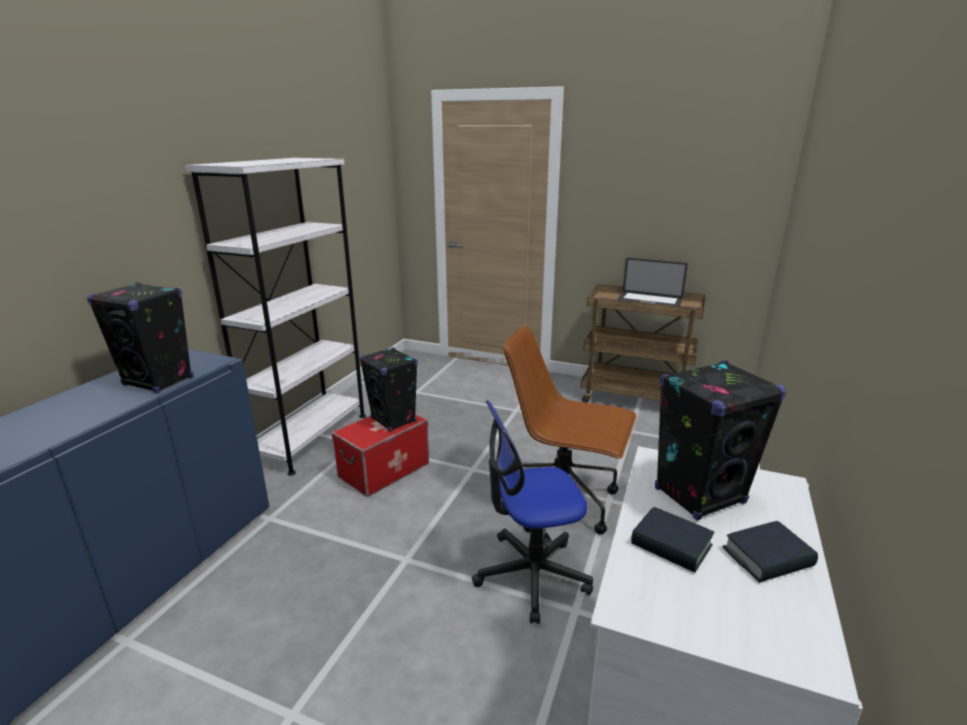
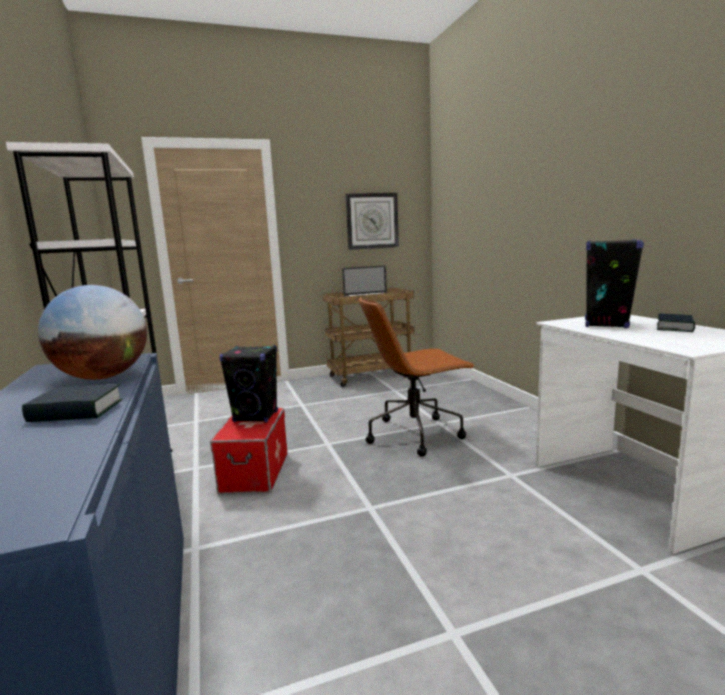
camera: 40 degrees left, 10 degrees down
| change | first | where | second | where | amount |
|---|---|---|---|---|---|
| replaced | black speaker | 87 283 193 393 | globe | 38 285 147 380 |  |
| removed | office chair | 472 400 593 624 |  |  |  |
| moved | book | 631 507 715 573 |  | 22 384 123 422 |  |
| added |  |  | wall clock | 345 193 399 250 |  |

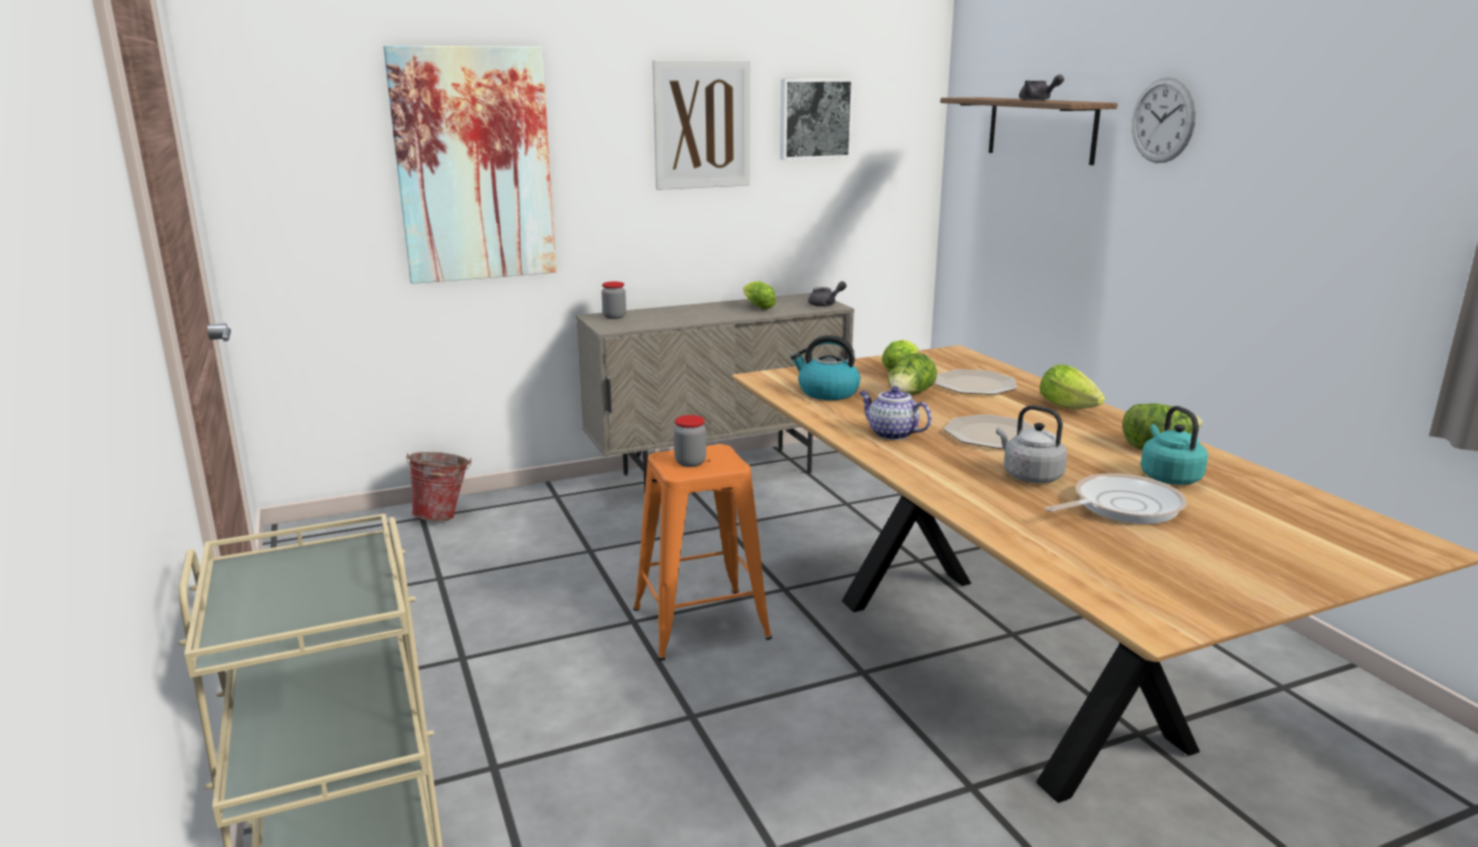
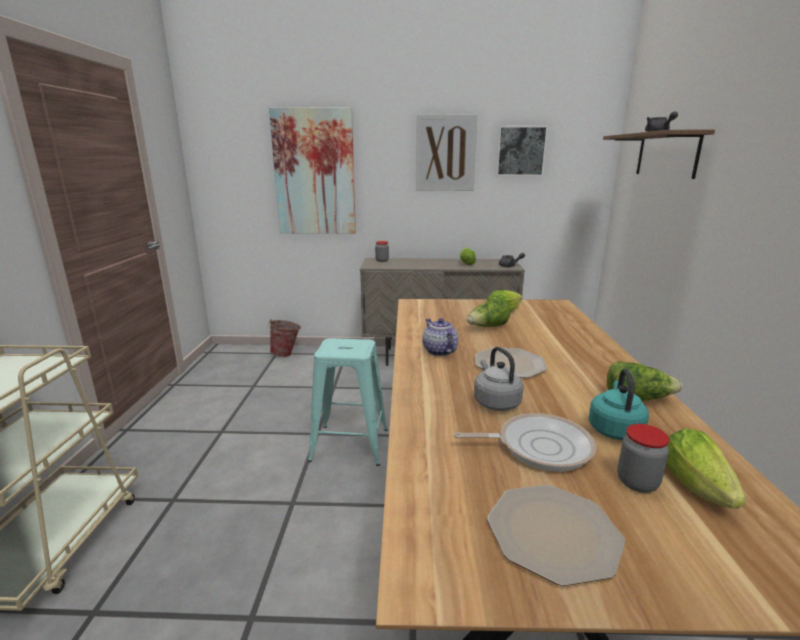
camera: 25 degrees right, 0 degrees up
| change | first | where | second | where | amount |
|---|---|---|---|---|---|
| removed | wall clock | 1132 77 1196 163 |  |  |  |
| removed | kettle | 791 335 860 400 |  |  |  |
| moved | lettuce | 1039 364 1105 409 |  | 666 428 746 509 |  |
| moved | plate | 935 369 1017 395 |  | 487 485 625 586 |  |
| moved | jar | 674 415 706 467 |  | 617 424 670 493 |  |
| recoloured | orange stool | 633 444 772 660 | turquoise stool | 308 338 388 466 |  |

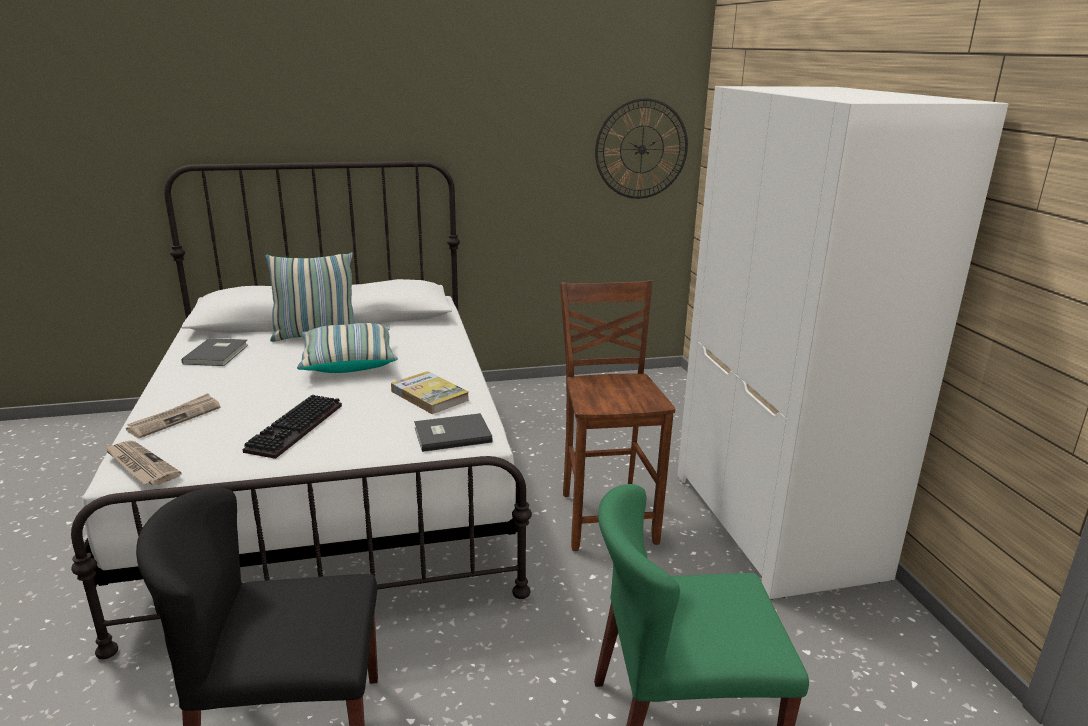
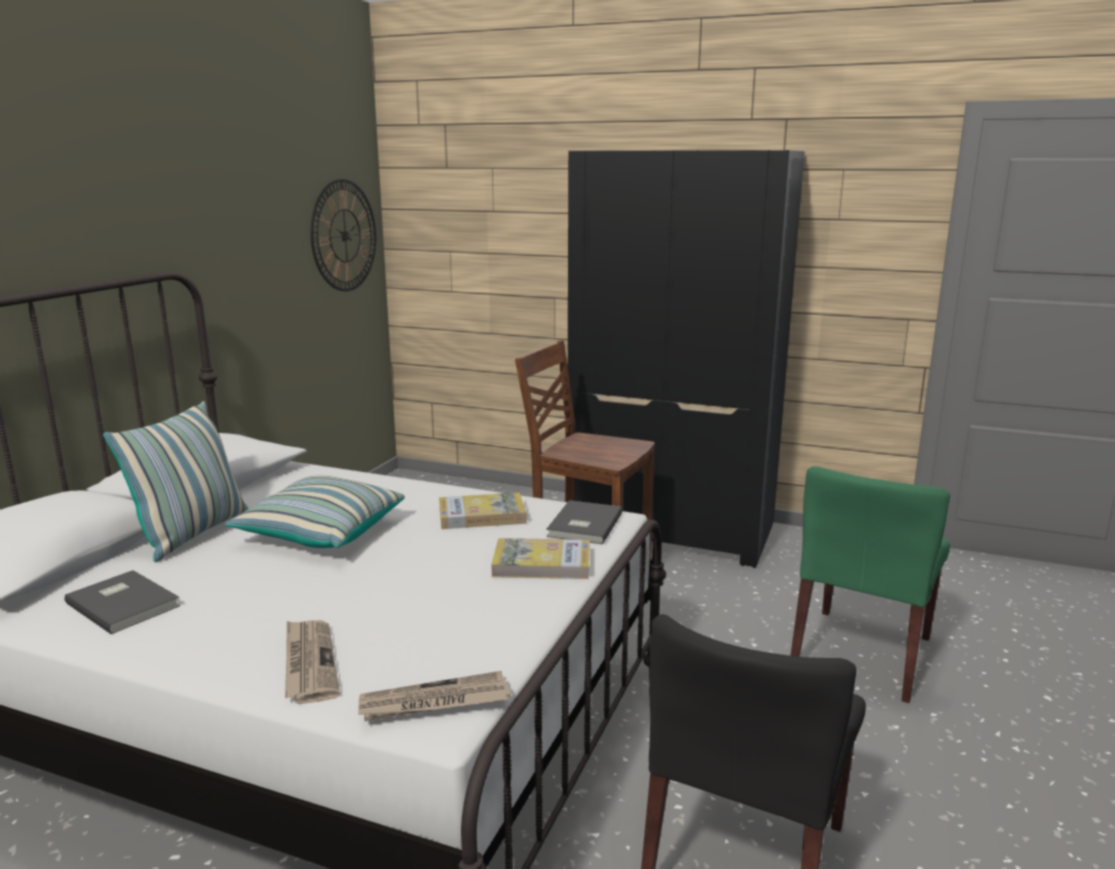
camera: 55 degrees left, 5 degrees down
| change | first | where | second | where | amount |
|---|---|---|---|---|---|
| recoloured | white wardrobe | 677 86 1008 600 | black wardrobe | 568 150 805 568 |  |
| removed | keyboard | 243 395 342 459 |  |  |  |
| added |  |  | book | 491 538 589 579 |  |

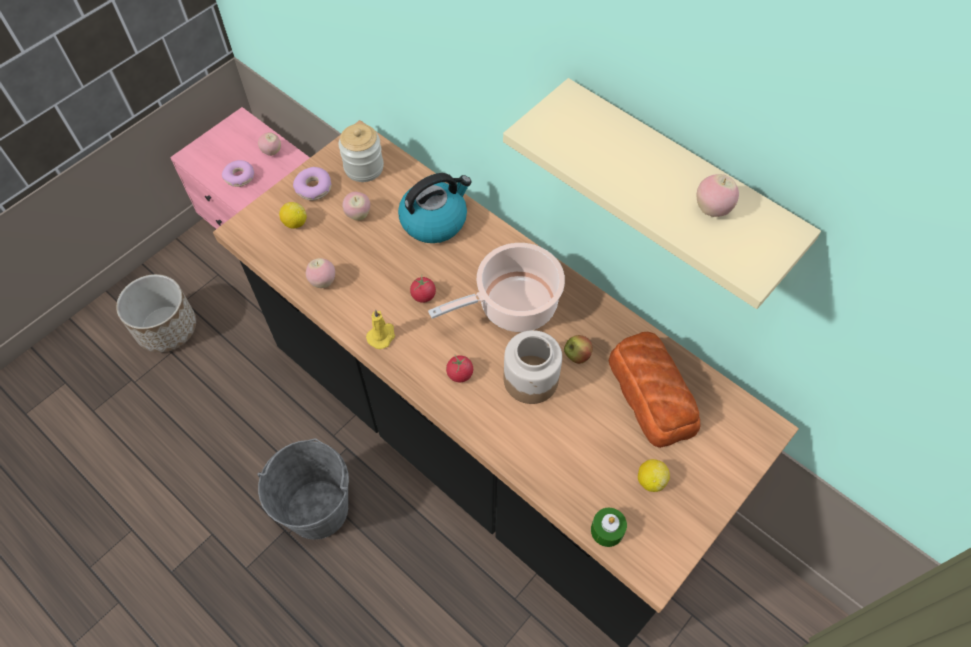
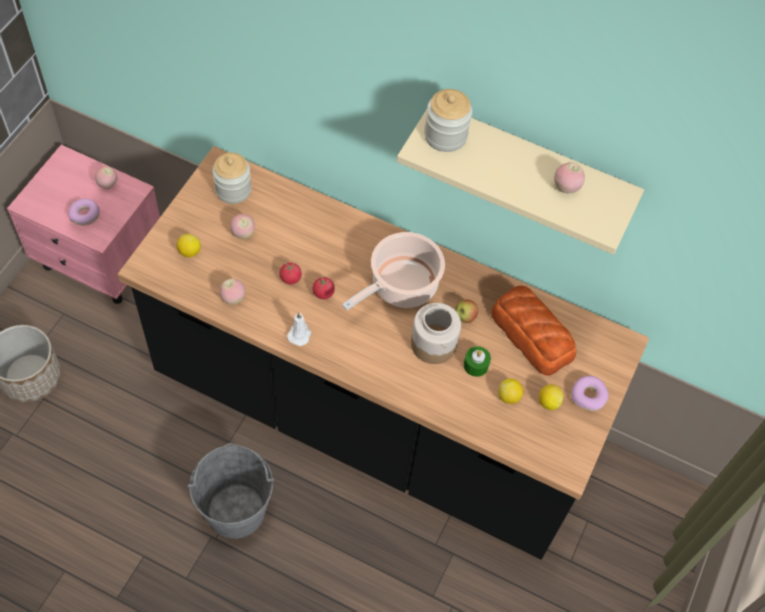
camera: 20 degrees left, 0 degrees up
| change | first | where | second | where | amount |
|---|---|---|---|---|---|
| moved | donut | 293 167 331 201 |  | 571 376 609 411 |  |
| removed | kettle | 398 173 472 243 |  |  |  |
| recoloured | yellow candle | 366 309 395 349 | white candle | 287 313 311 346 |  |
| moved | tomato | 446 354 473 382 |  | 279 262 302 284 |  |
| moved | green candle | 591 508 627 547 |  | 464 346 491 377 |  |
| added |  |  | jar | 424 89 472 152 |  |
| added |  |  | lemon | 498 379 523 404 |  |

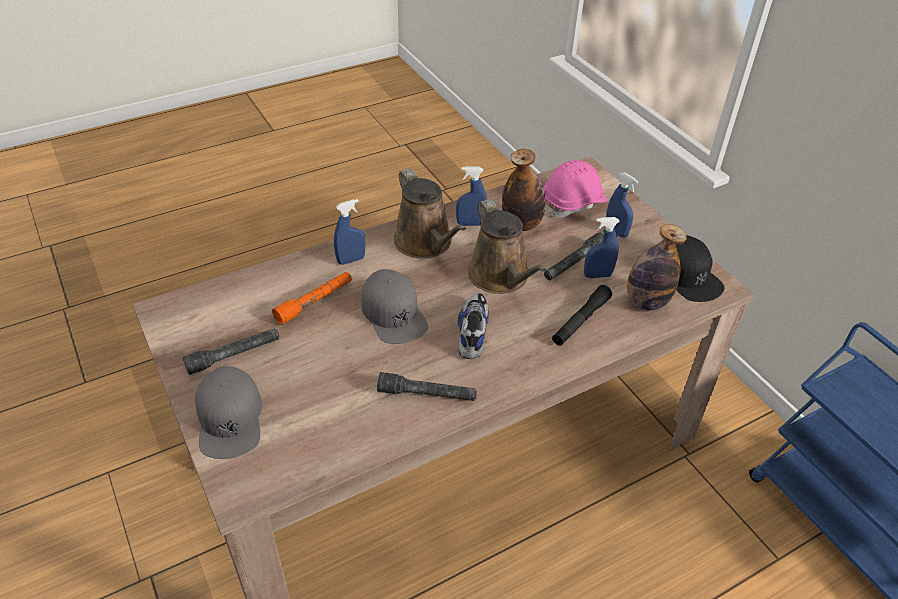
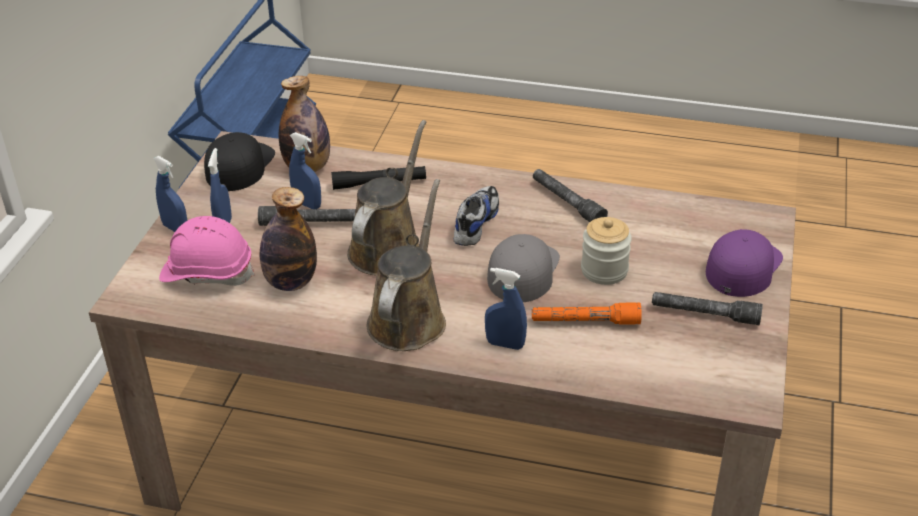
camera: 135 degrees left, 5 degrees down
| change | first | where | second | where | amount |
|---|---|---|---|---|---|
| moved | blue spray bottle | 456 167 487 226 |  | 153 156 187 232 |  |
| turned | shoe | 458 293 489 359 |  | 454 186 499 246 | 150 degrees clockwise |
| recoloured | grey cap | 195 366 262 459 | purple cap | 706 229 783 297 |  |
| added |  |  | jar | 581 217 632 285 |  |

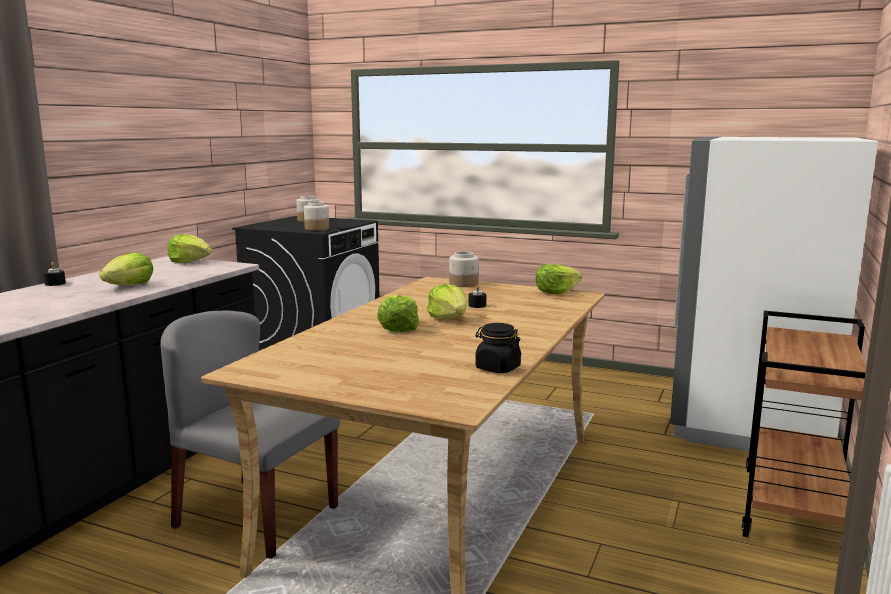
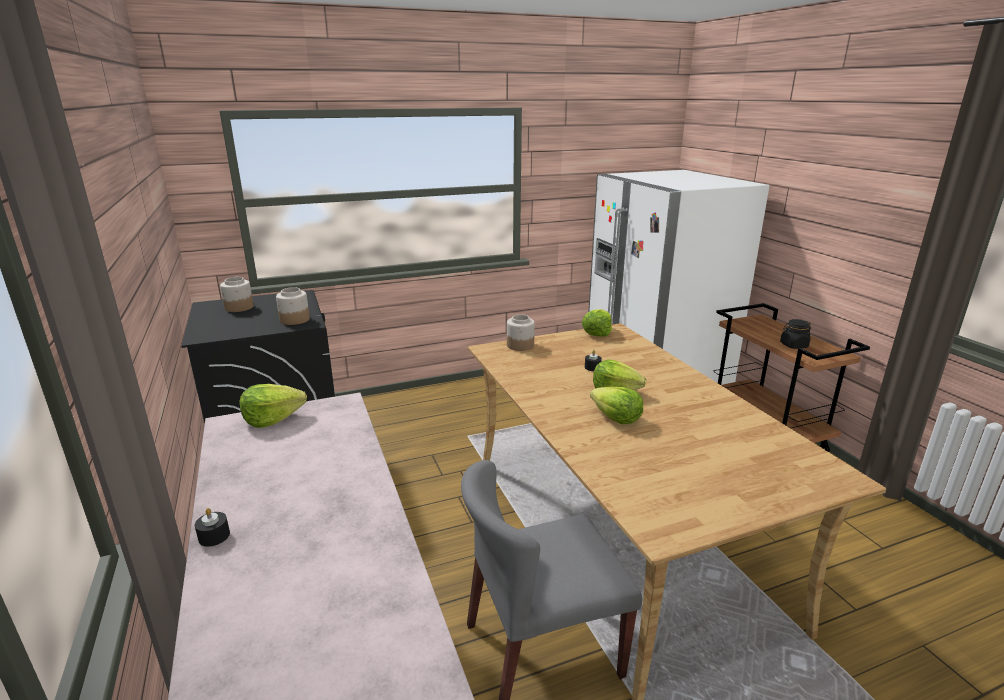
camera: 45 degrees left, 10 degrees up
| change | first | where | second | where | amount |
|---|---|---|---|---|---|
| removed | lettuce | 99 252 153 285 |  |  |  |
| moved | black jar | 475 323 521 373 |  | 780 319 811 349 |  |

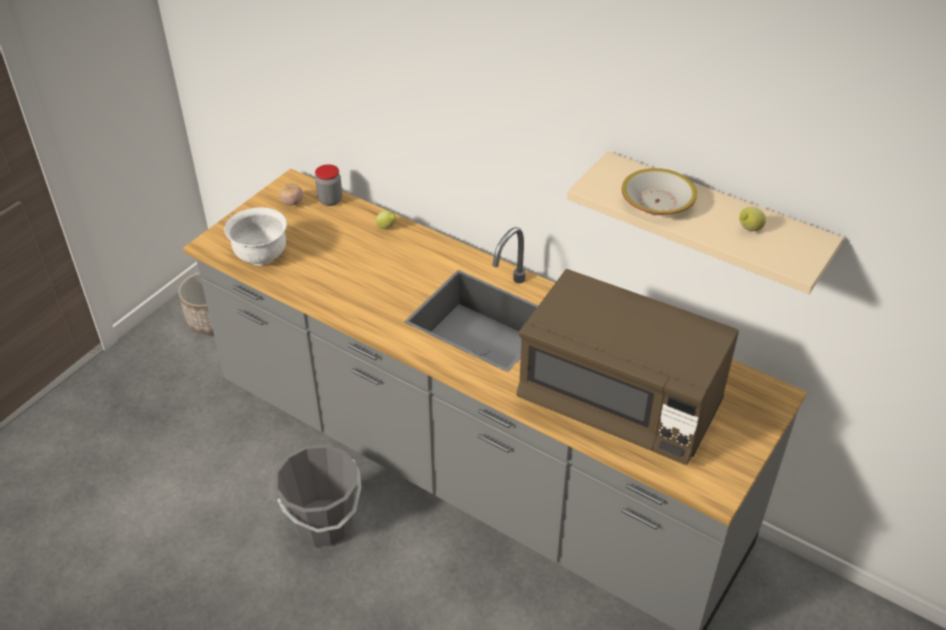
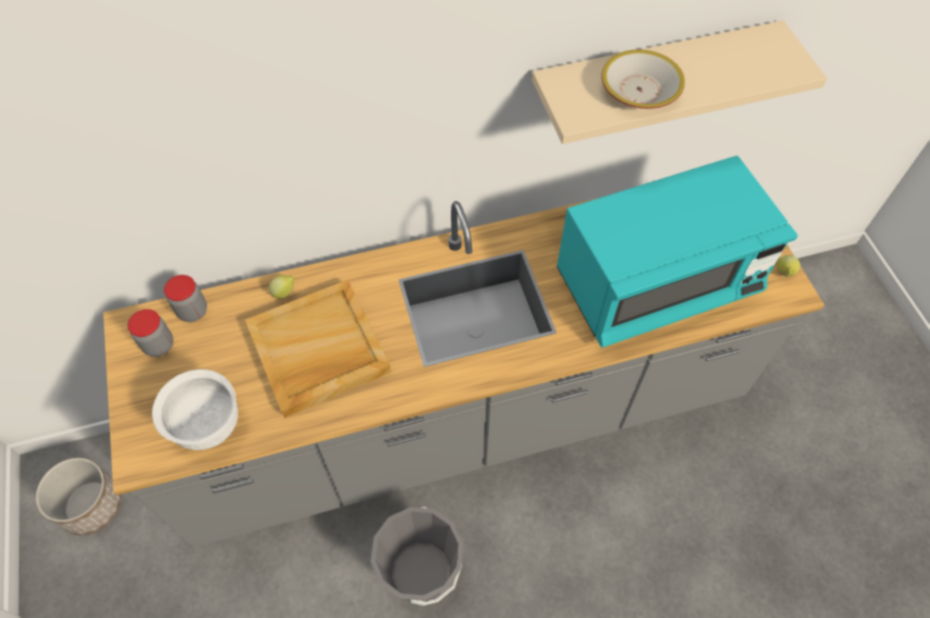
camera: 50 degrees left, 15 degrees up
| change | first | where | second | where | amount |
|---|---|---|---|---|---|
| replaced | tomato | 280 183 303 206 | jar | 127 309 173 357 |  |
| moved | lemon | 739 207 766 231 |  | 777 255 800 277 |  |
| recoloured | brown microwave | 517 269 739 465 | turquoise microwave | 557 156 798 348 |  |
| added |  |  | beige tray | 245 280 391 418 |  |

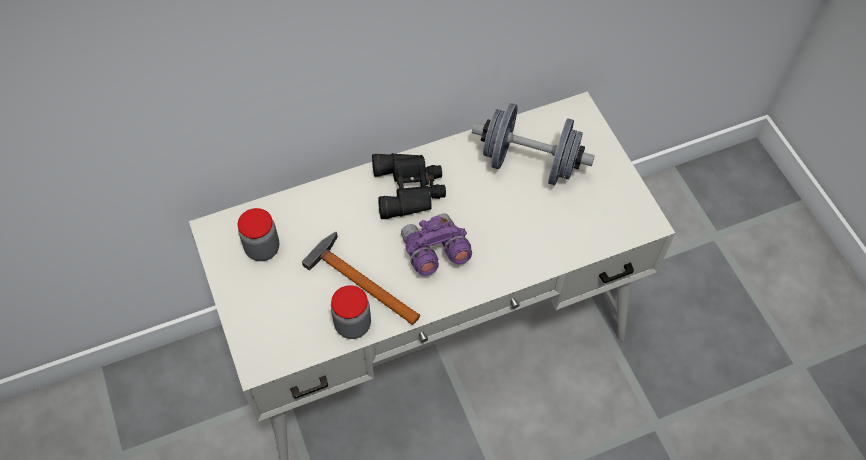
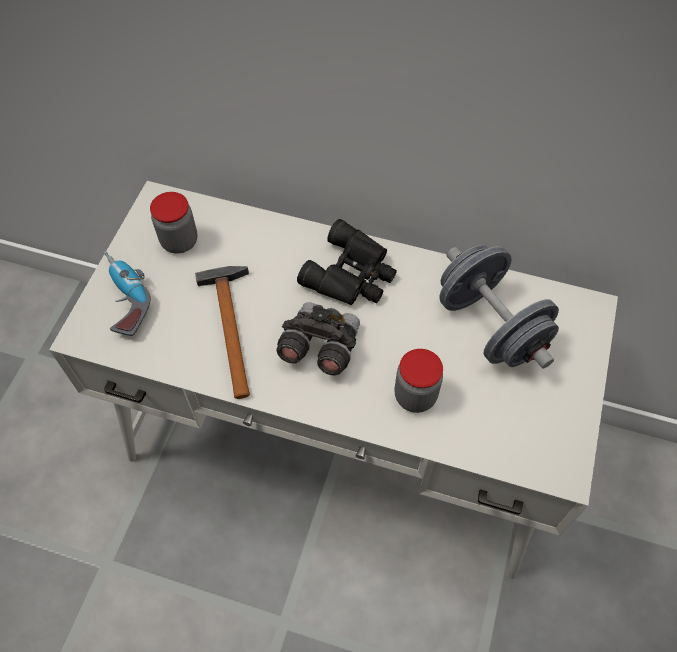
camera: 40 degrees right, 0 degrees up
| change | first | where | second | where | amount |
|---|---|---|---|---|---|
| recoloured | purple binoculars | 401 213 472 276 | grey binoculars | 277 302 360 376 |  |
| moved | jar | 331 285 371 339 |  | 394 349 443 413 |  |
| added |  |  | power drill | 103 251 151 336 |  |

